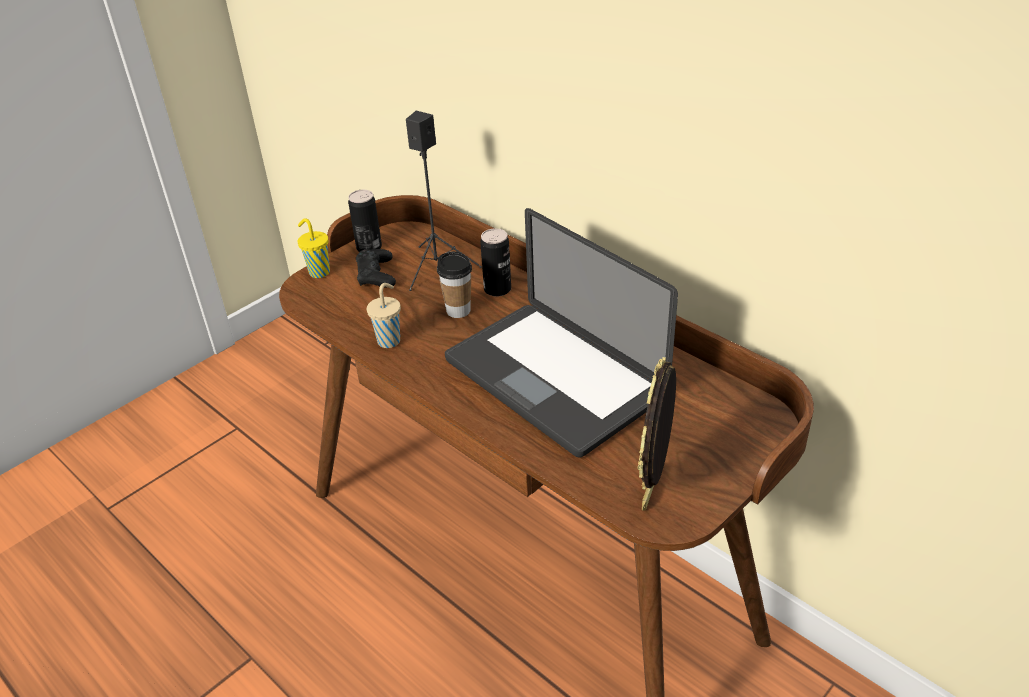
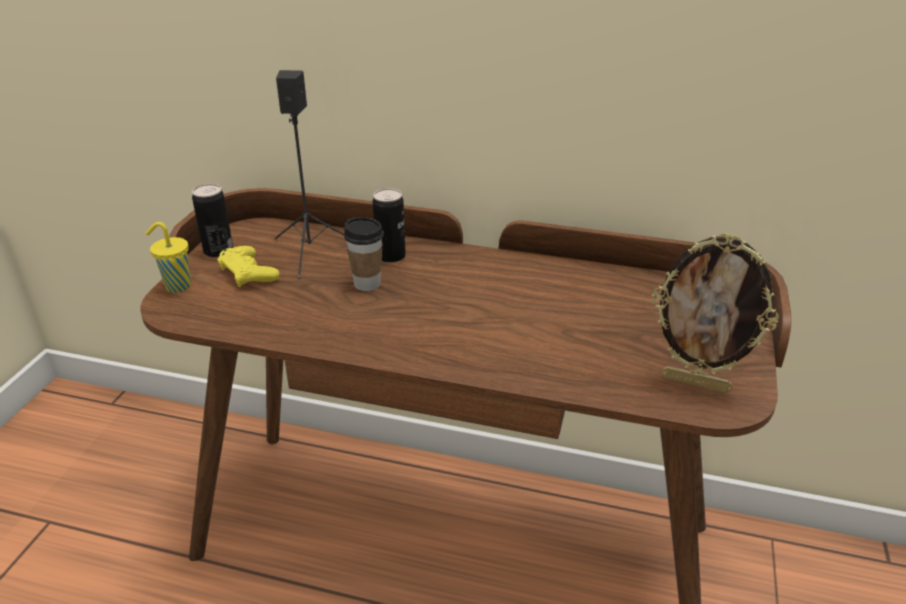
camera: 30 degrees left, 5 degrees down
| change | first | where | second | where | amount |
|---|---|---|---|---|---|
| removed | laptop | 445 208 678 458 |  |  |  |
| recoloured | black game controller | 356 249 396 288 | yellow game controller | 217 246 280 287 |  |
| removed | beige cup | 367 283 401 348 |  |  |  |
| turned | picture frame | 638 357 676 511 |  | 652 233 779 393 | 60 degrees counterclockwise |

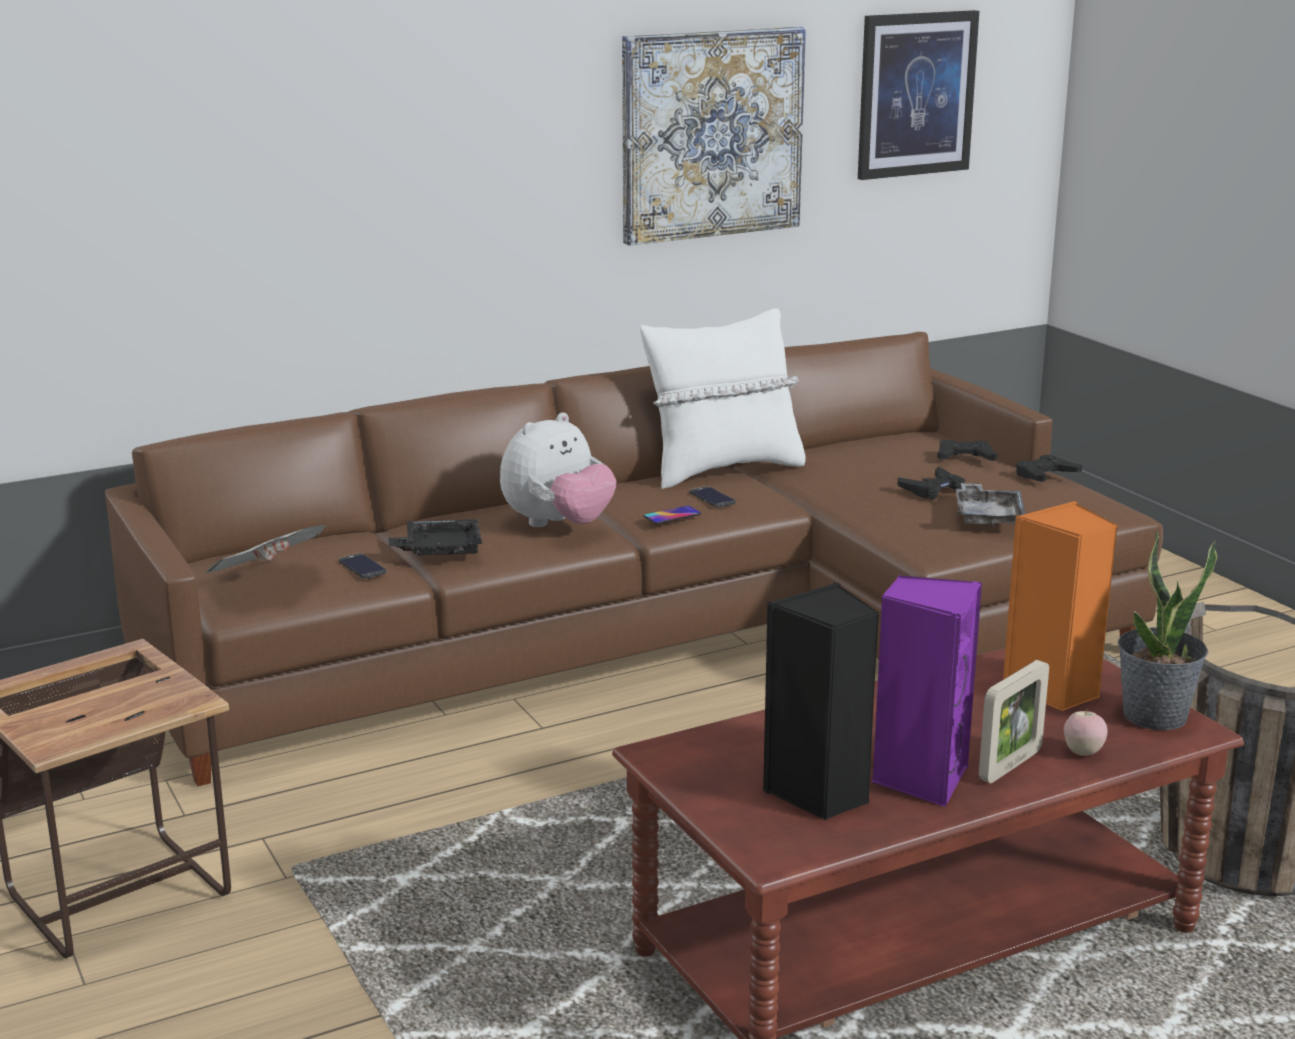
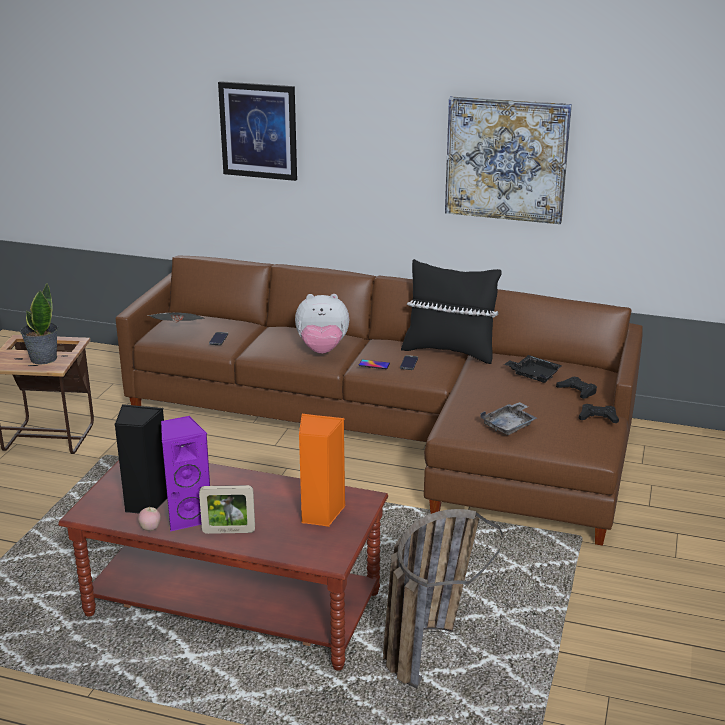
camera: 45 degrees right, 5 degrees up
| change | first | where | second | where | amount |
|---|---|---|---|---|---|
| moved | picture | 858 10 979 180 |  | 218 81 297 181 |  |
| recoloured | white pillow | 640 308 805 489 | black pillow | 401 259 502 364 |  |
| removed | black game controller | 898 467 965 500 |  |  |  |
| moved | black tray | 388 519 482 556 |  | 504 355 562 383 |  |
| moved | potted plant | 1118 530 1218 730 |  | 20 283 58 365 |  |
| moved | apple | 1064 708 1108 756 |  | 138 507 161 531 |  |

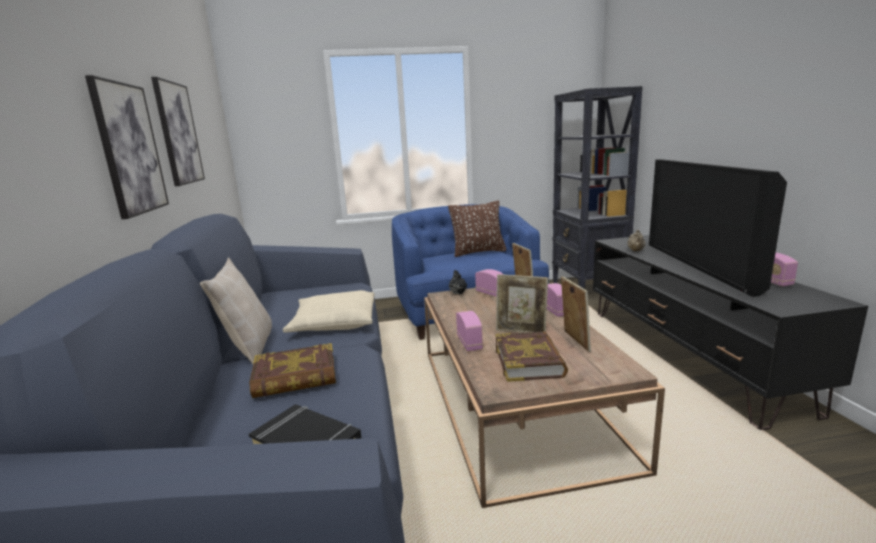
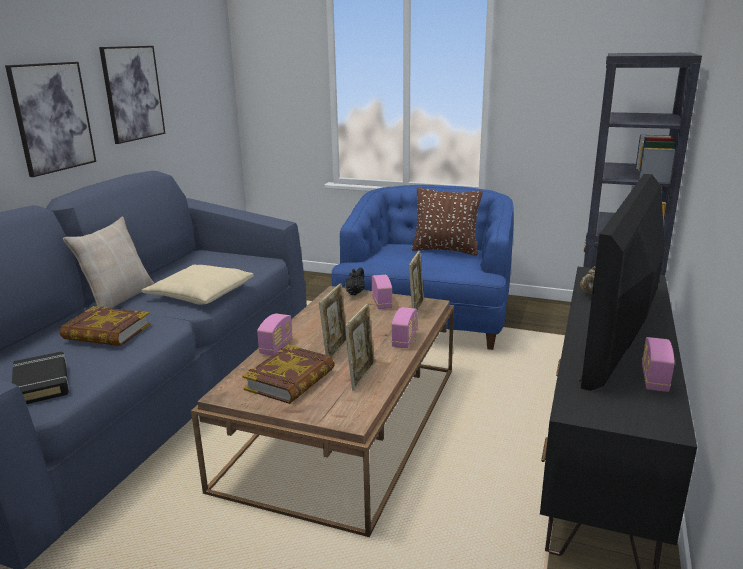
camera: 30 degrees right, 5 degrees up
| change | first | where | second | where | amount |
|---|---|---|---|---|---|
| turned | picture frame | 496 274 548 333 |  | 319 283 347 359 | 120 degrees counterclockwise |

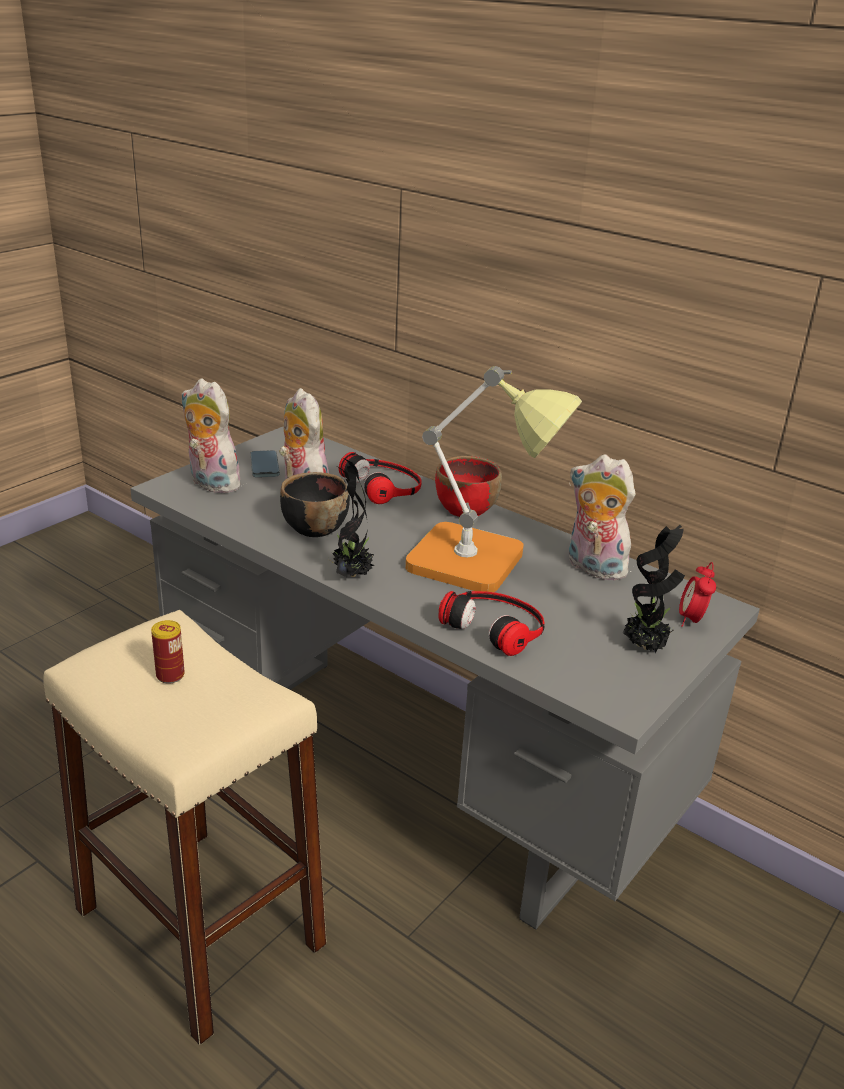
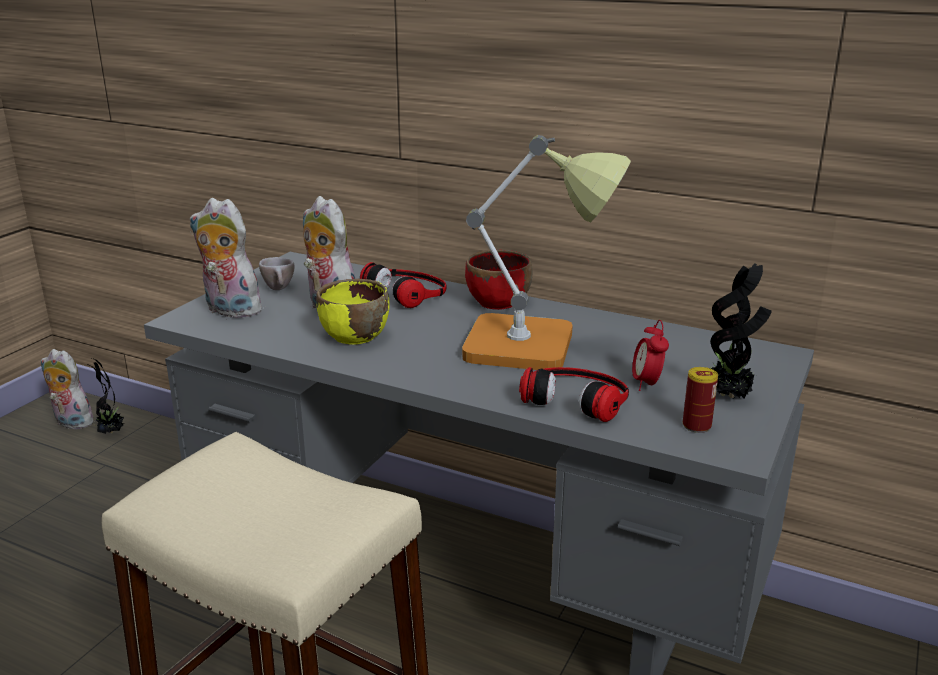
camera: 10 degrees left, 5 degrees down
| change | first | where | second | where | amount |
|---|---|---|---|---|---|
| replaced | phone | 251 450 280 477 | beige cup | 259 257 294 290 |  |
| moved | plush toy | 569 455 635 581 |  | 41 349 95 429 |  |
| moved | potted plant | 331 457 374 577 |  | 88 358 124 434 |  |
| recoloured | black bowl | 280 472 350 537 | yellow bowl | 316 279 389 345 |  |
| moved | alarm clock | 679 562 716 627 |  | 632 320 669 391 |  |
| moved | can | 151 620 185 684 |  | 683 367 718 433 |  |

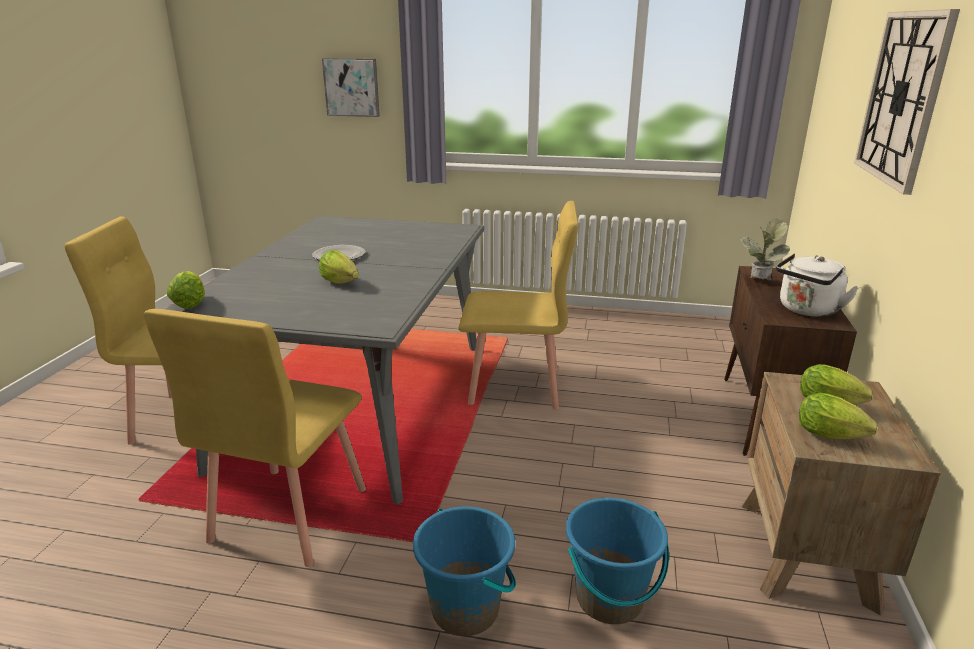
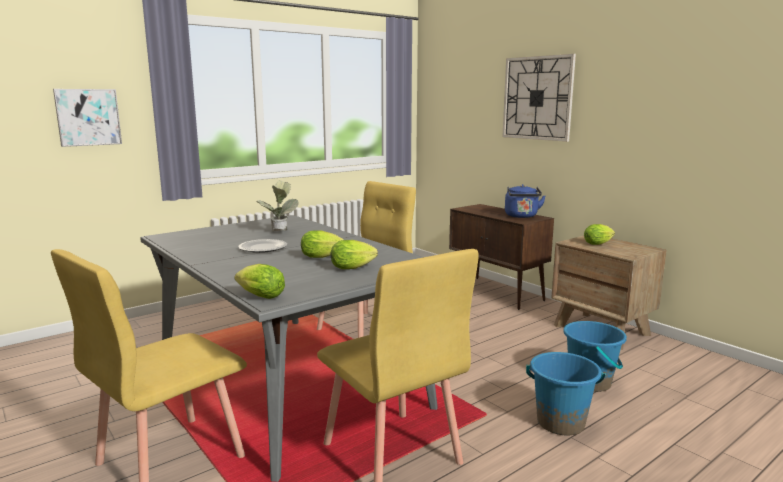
camera: 50 degrees left, 10 degrees down
| change | first | where | second | where | amount |
|---|---|---|---|---|---|
| moved | potted plant | 741 219 790 281 |  | 256 181 299 232 |  |
| recoloured | white kettle | 776 253 859 317 | blue kettle | 505 184 546 218 |  |
| moved | lettuce | 799 393 878 440 |  | 331 240 378 269 |  |

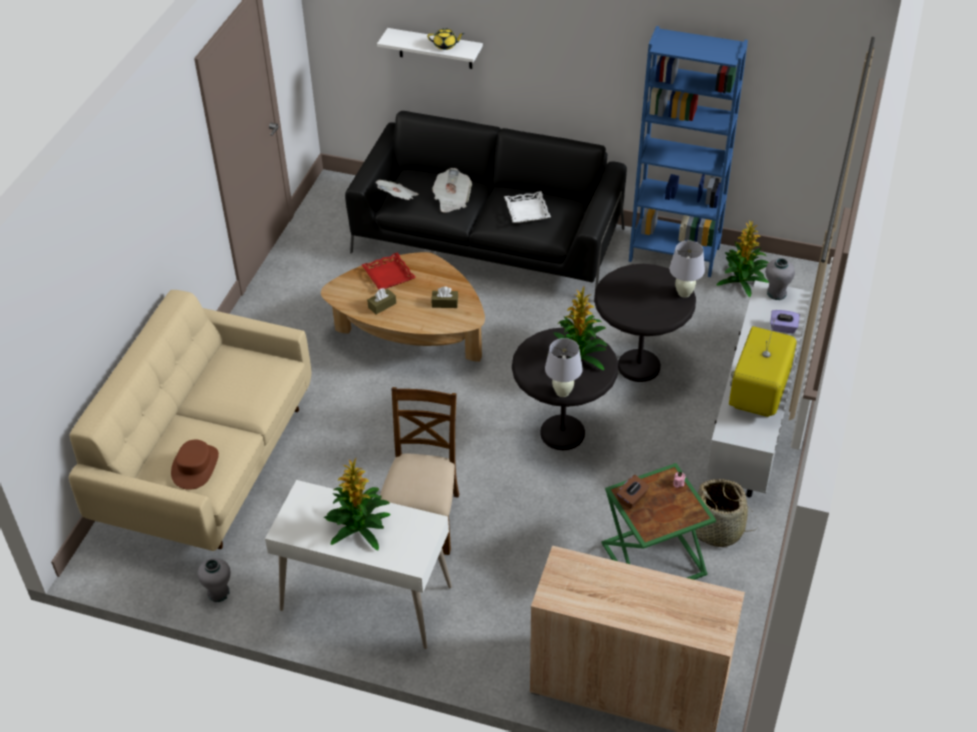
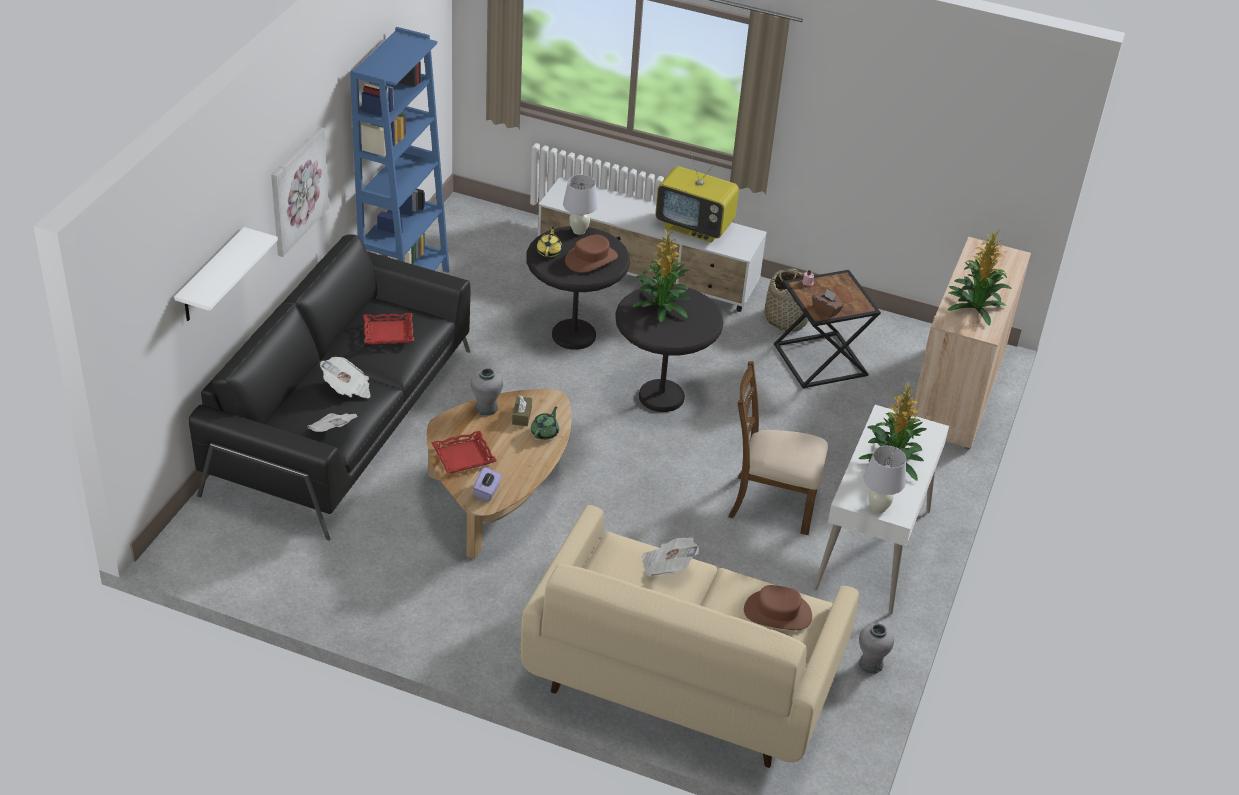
camera: 90 degrees left, 5 degrees down
| change | first | where | second | where | amount |
|---|---|---|---|---|---|
| moved | yellow teapot | 427 28 465 50 |  | 536 227 562 257 |  |
| recoloured | white tray | 504 191 551 223 | red tray | 363 313 414 344 |  |
| moved | potted plant | 716 220 769 297 |  | 948 230 1012 326 |  |
| moved | grey vase | 766 258 795 300 |  | 471 368 503 416 |  |
| removed | brown tissue box | 367 288 396 314 |  |  |  |
| moved | purple tissue box | 770 310 800 333 |  | 473 467 502 501 |  |
| moved | white table lamp | 545 338 583 397 |  | 864 446 906 513 |  |
| recoloured | green side table | 601 463 716 580 | black side table | 774 270 881 388 |  |
| added |  |  | picture | 271 127 329 257 |  |
| added |  |  | brown hat | 565 235 618 273 |  |
| added |  |  | green teapot | 531 406 559 440 |  |
| added |  |  | newspaper | 642 537 699 576 |  |

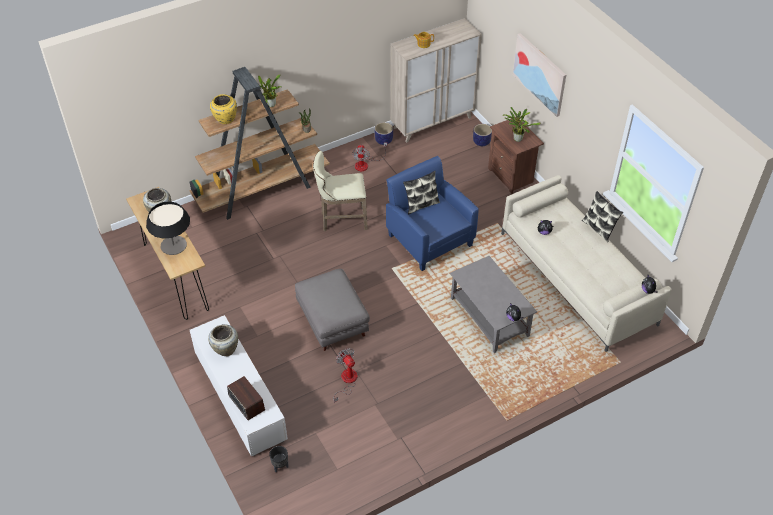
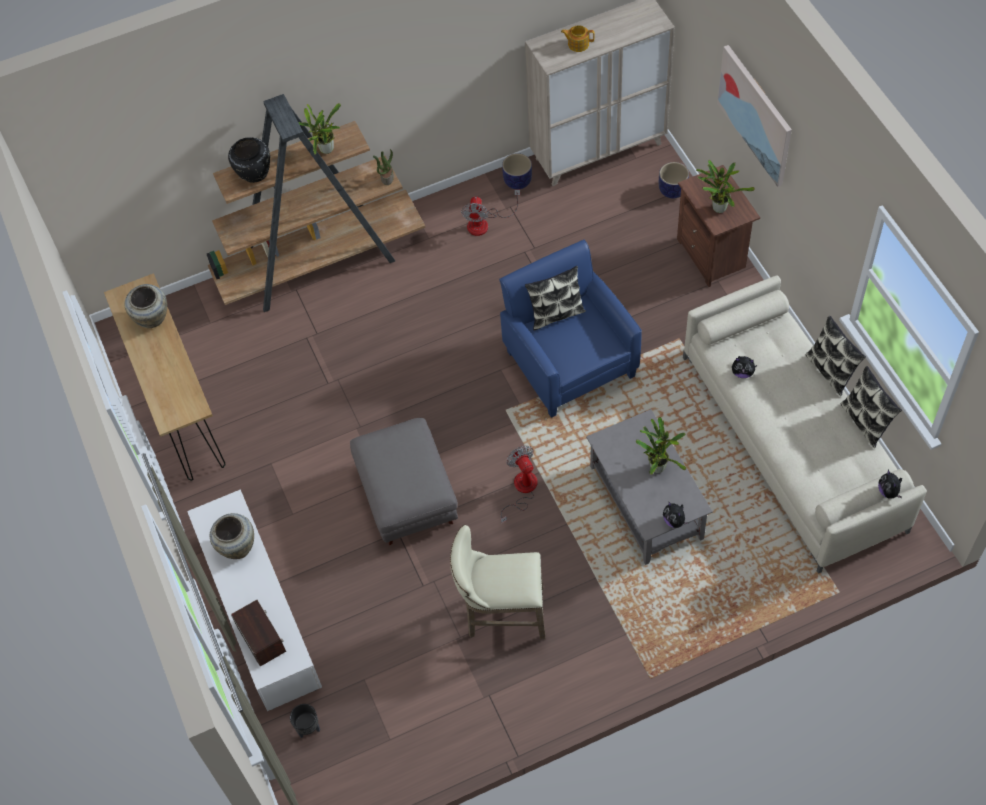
camera: 10 degrees right, 10 degrees up
| change | first | where | second | where | amount |
|---|---|---|---|---|---|
| recoloured | yellow vase | 210 94 237 124 | black vase | 228 137 270 183 |  |
| moved | beige stool | 313 151 368 232 |  | 450 525 546 639 |  |
| removed | table lamp | 146 201 190 255 |  |  |  |
| moved | fan | 333 348 358 403 |  | 501 446 538 523 |  |
| added |  |  | pillow | 840 366 902 448 |  |
| added |  |  | potted plant | 636 417 686 475 |  |

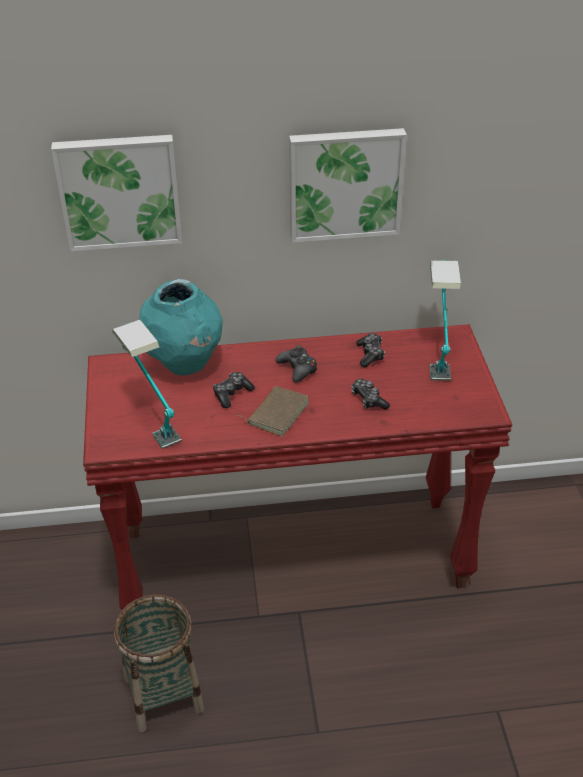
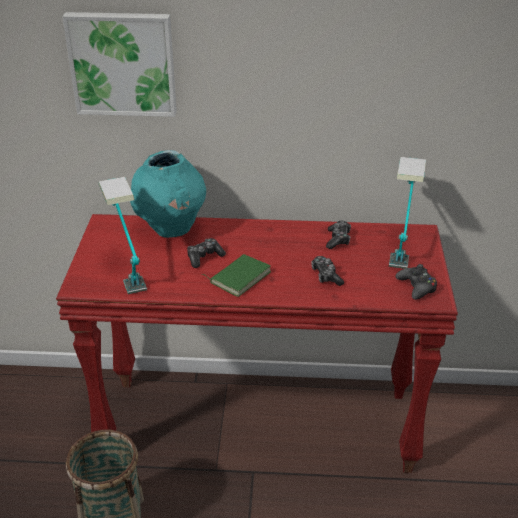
camera: 10 degrees right, 5 degrees down
| change | first | where | second | where | amount |
|---|---|---|---|---|---|
| removed | picture | 289 128 407 243 |  |  |  |
| moved | black game controller | 275 345 317 383 |  | 395 264 437 300 |  |
| recoloured | brown book | 237 386 309 436 | green book | 201 254 271 297 |  |

